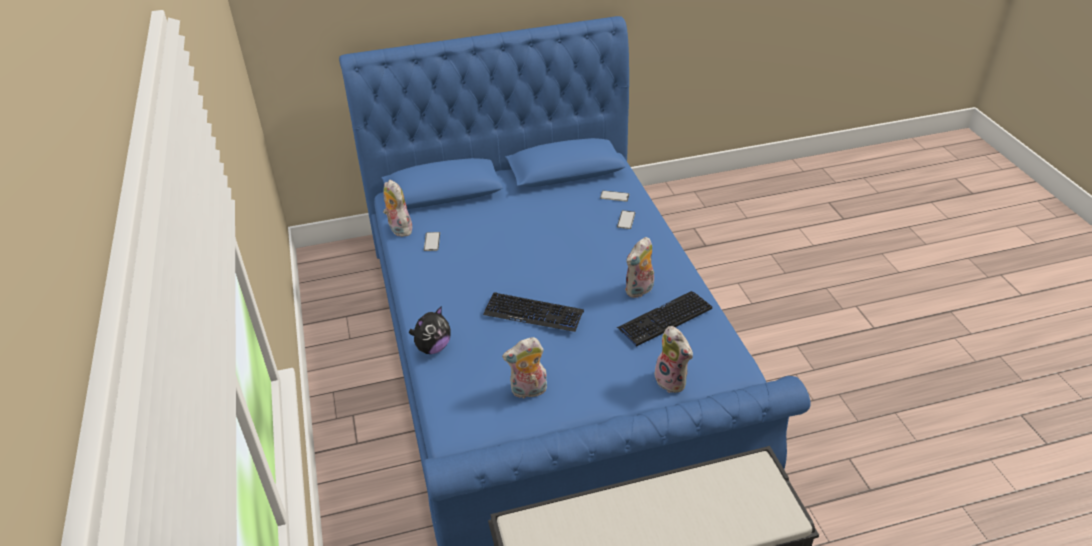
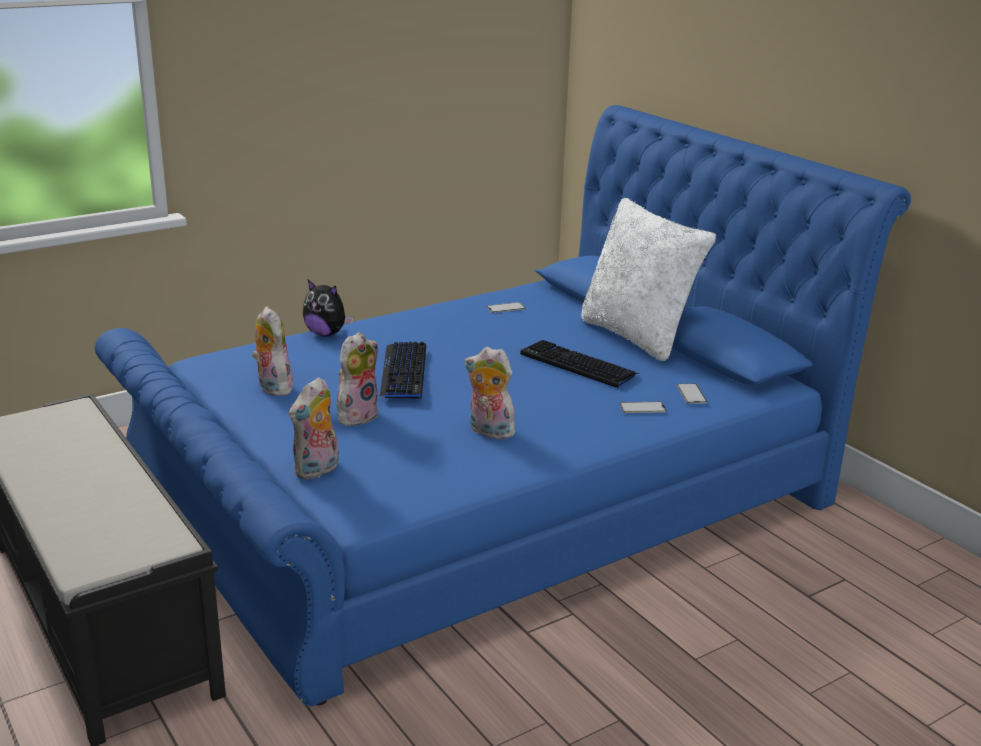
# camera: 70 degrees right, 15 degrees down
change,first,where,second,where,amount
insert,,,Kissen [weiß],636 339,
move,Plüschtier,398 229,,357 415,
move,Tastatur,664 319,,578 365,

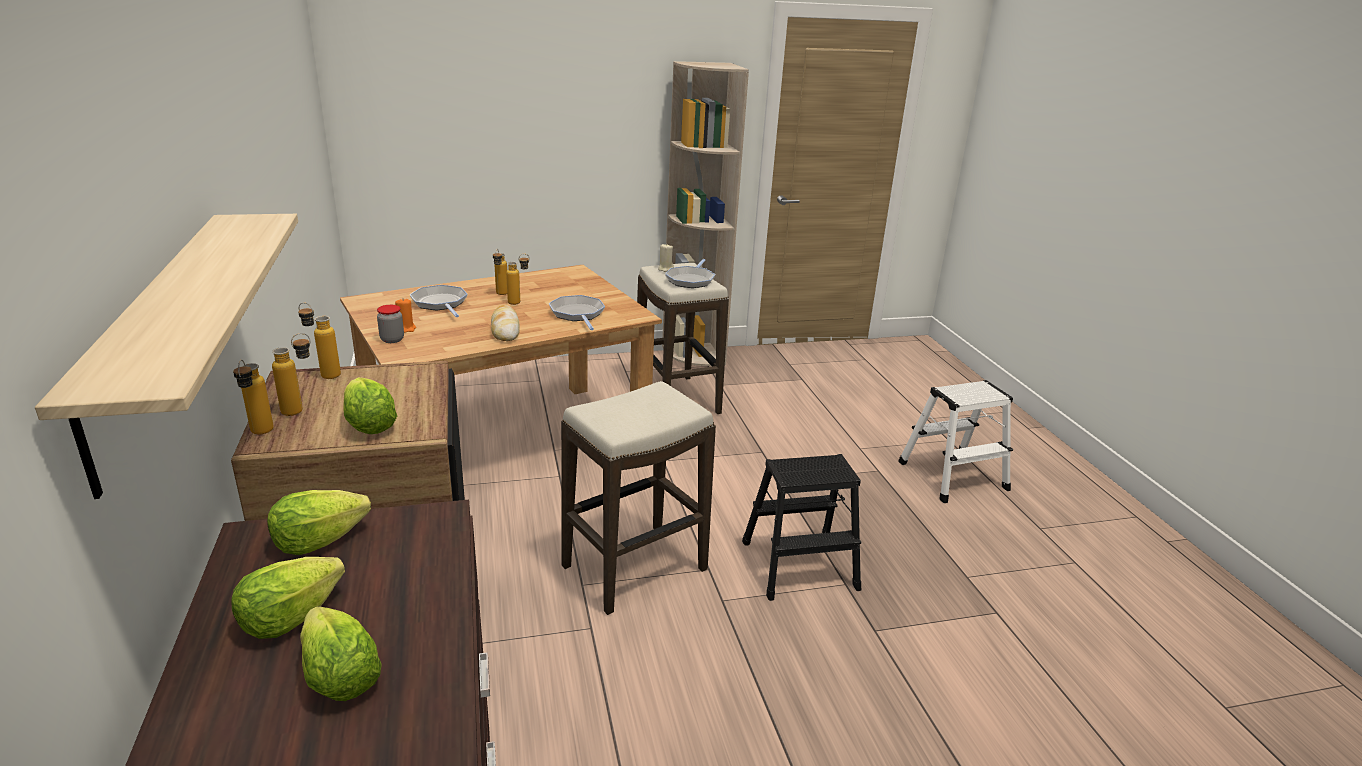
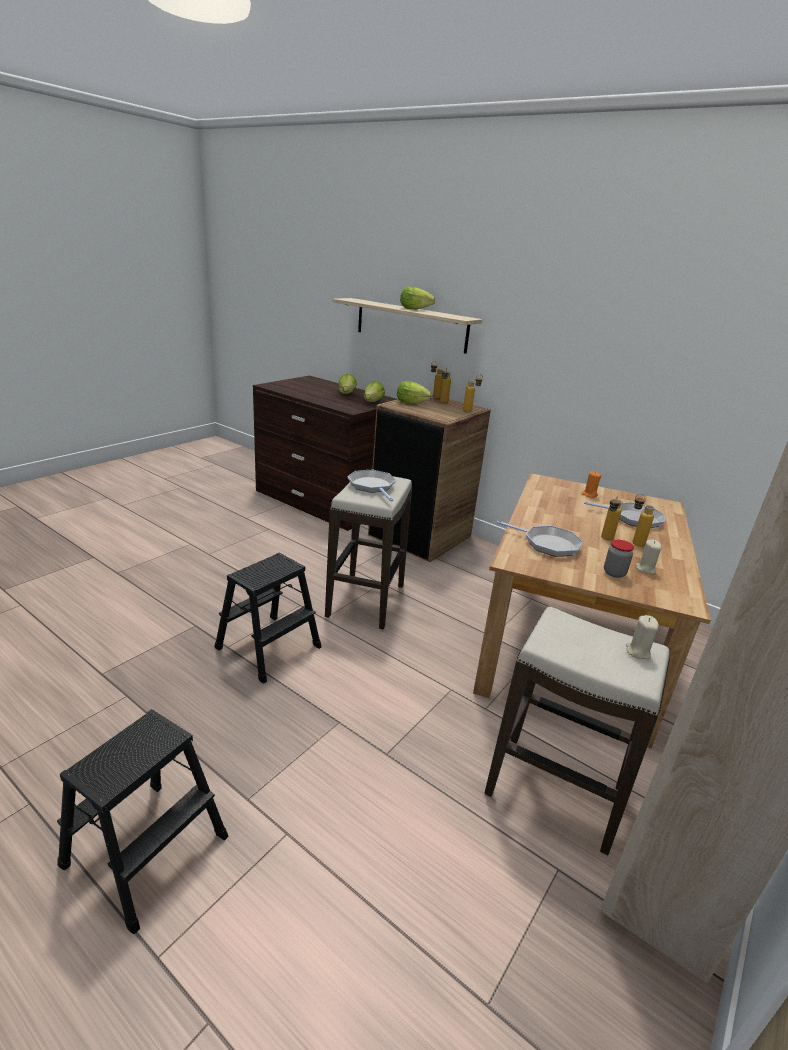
# camera: 140 degrees right, 0 degrees up
change,first,where,second,where,amount
delete,Brot,505 329,,,
insert,,,Kerze [beige],645 569,
move,Salatkopf,340 677,,414 309,
move,Vorratsglas,392 339,,614 573,
move,Pfanne,691 280,,372 486,
recolor,Trittleiter [weiß],952 475,Trittleiter [schwarz],146 849,

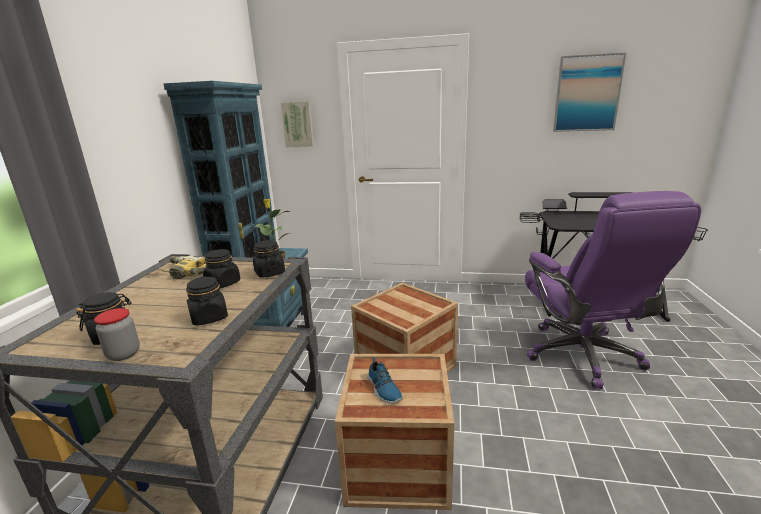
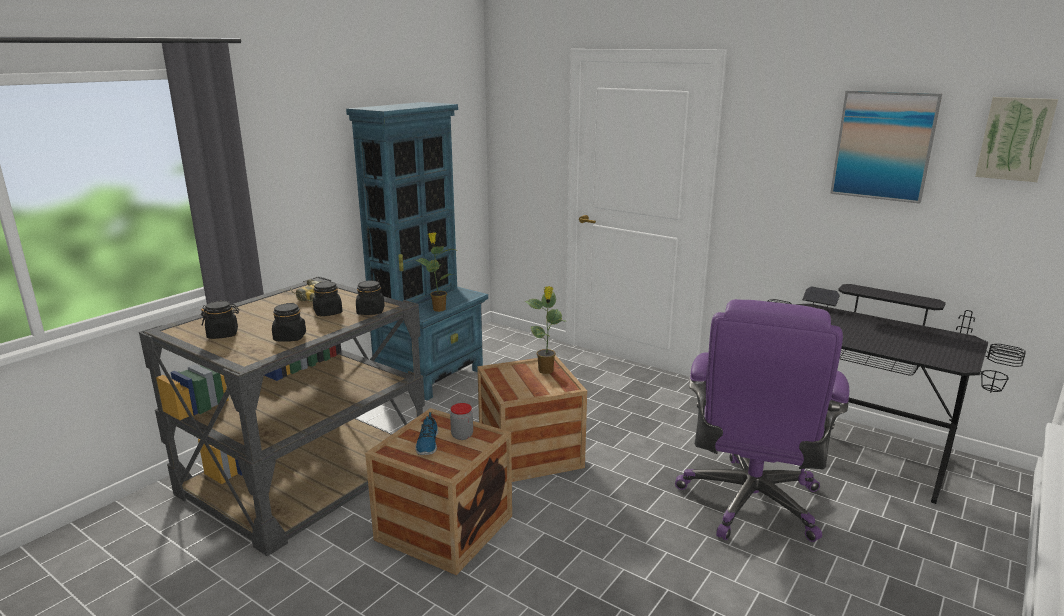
# camera: 25 degrees right, 0 degrees up
change,first,where,second,where,amount
insert,,,Topfpflanze,546 371,
move,Vorratsglas,123 354,,462 435,
move,Bild,298 124,,1015 139,

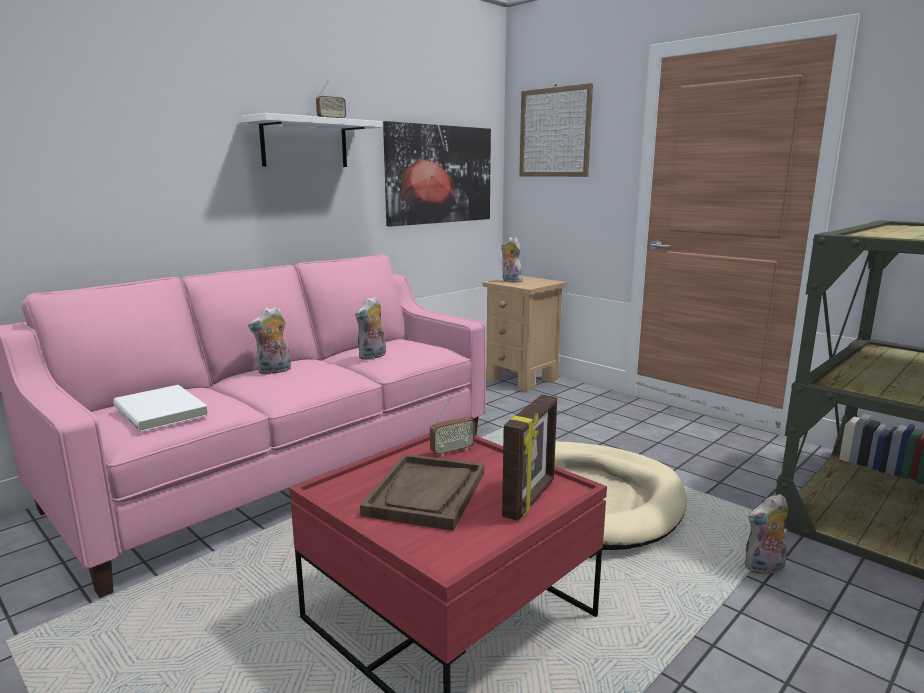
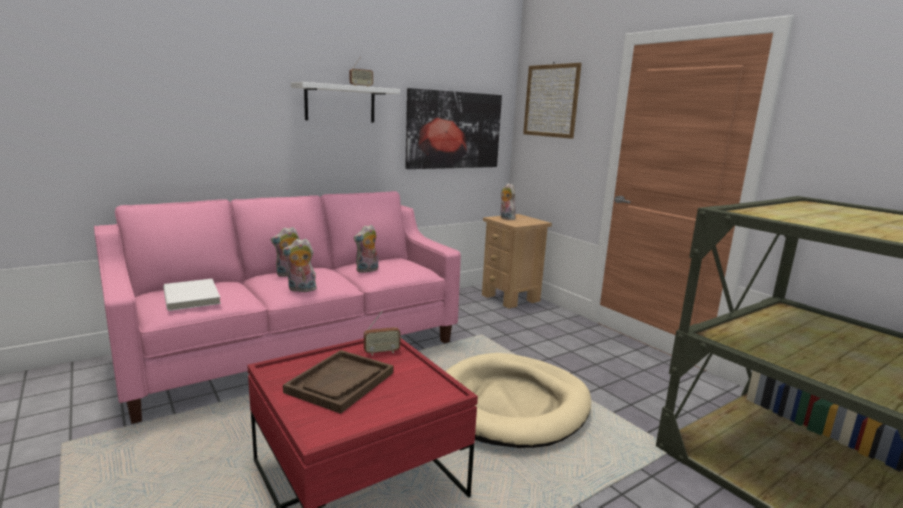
# camera: 10 degrees right, 0 degrees up
change,first,where,second,where,amount
delete,Bilderrahmen,530 499,,,
move,Plüschtier,764 569,,301 290,

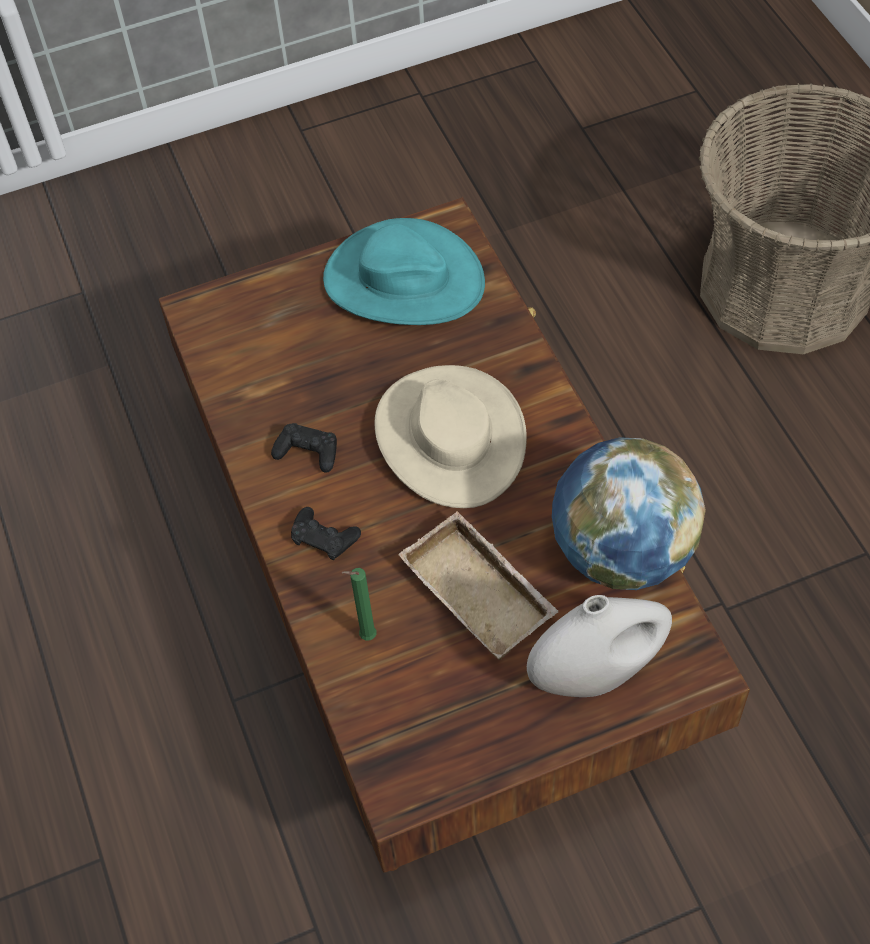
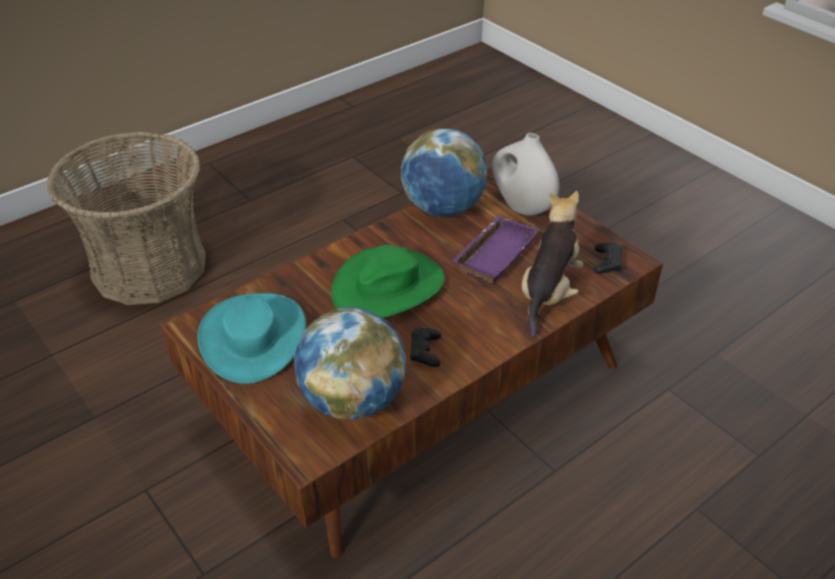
# camera: 110 degrees left, 15 degrees down
change,first,where,second,where,amount
insert,,,Globus,352 400,
move,Gamepad [schwarz],324 538,,607 262,
replace,Kerze [grün],365 637,Plüschtier,548 293,
recolor,Hut [beige],450 436,Hut [grün],388 286,
recolor,Tablett [beige],482 591,Tablett [lila],494 253,

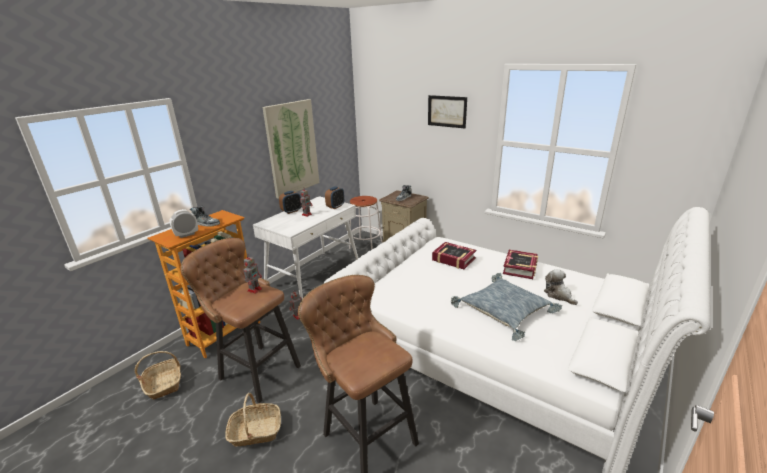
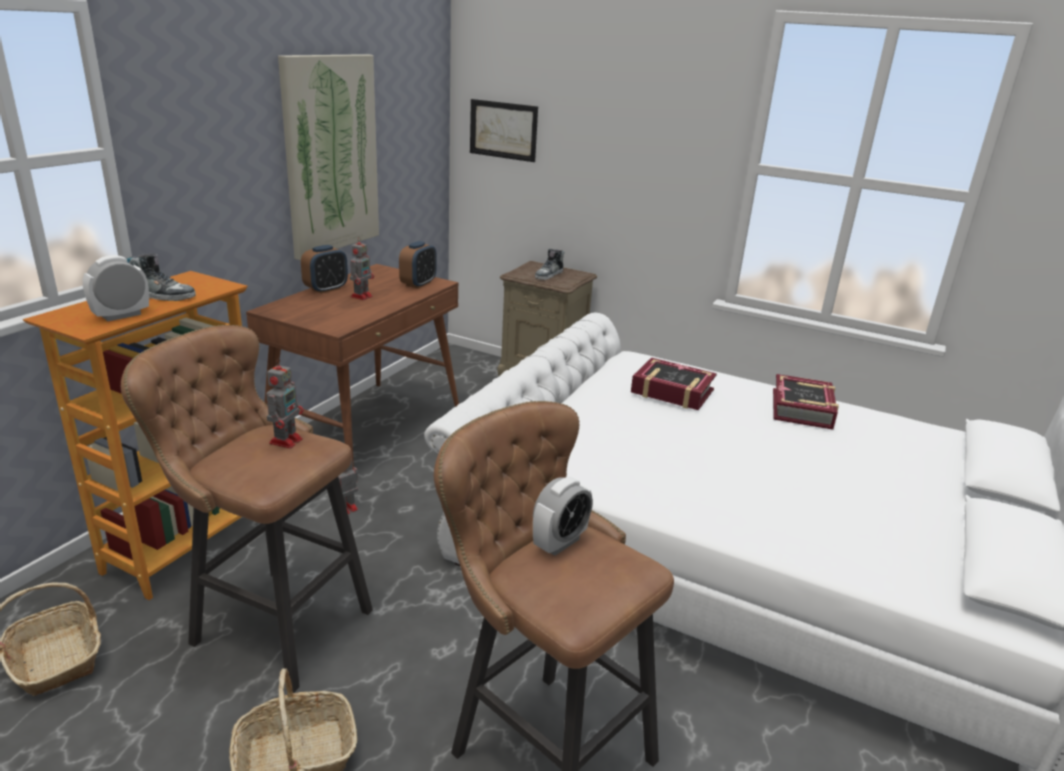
# camera: 10 degrees left, 0 degrees up
change,first,where,second,where,amount
delete,Hocker [weiß],365 244,,,
delete,Kissen,504 308,,,
delete,Plüschtier,558 295,,,
insert,,,Wecker,560 543,
move,Bild,447 111,,503 130,
recolor,Schreibtisch [weiß],314 276,Schreibtisch [braun],366 429,

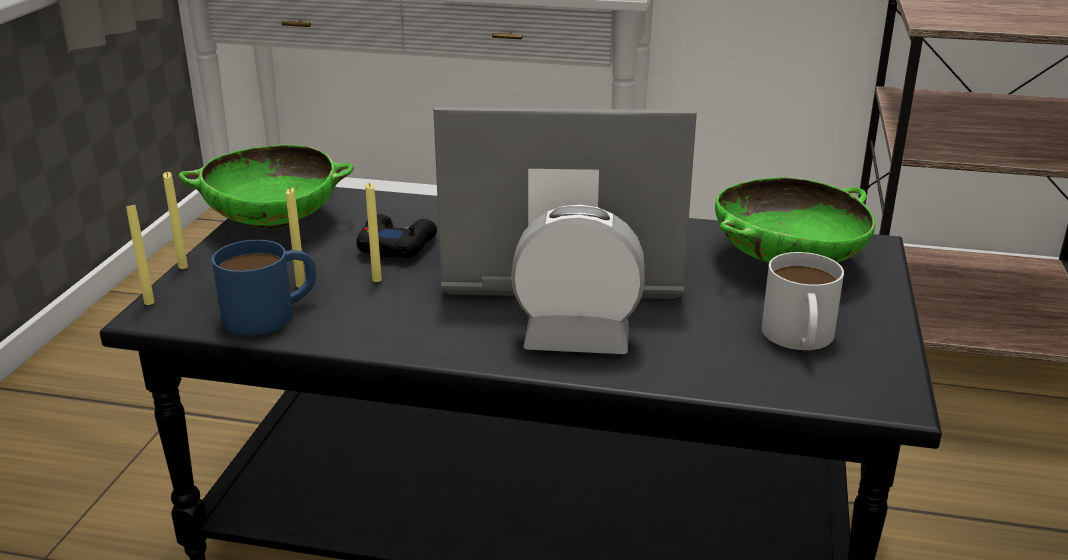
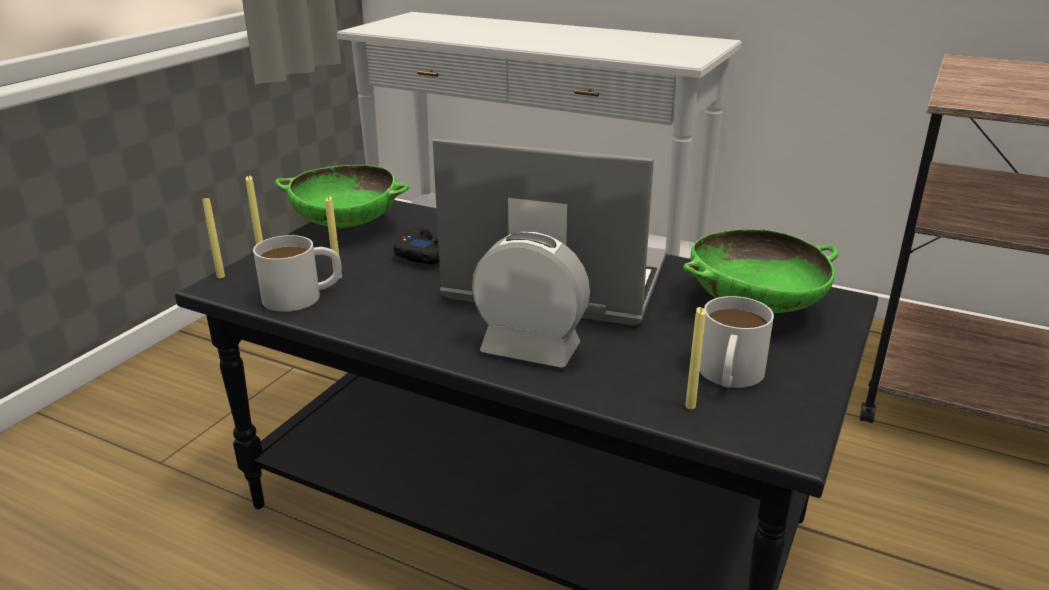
# camera: 15 degrees right, 0 degrees up
change,first,where,second,where,amount
move,Kerze [gelb],377 280,,690 406,
recolor,Henkelbecher [blau],272 313,Henkelbecher [weiß],303 296,

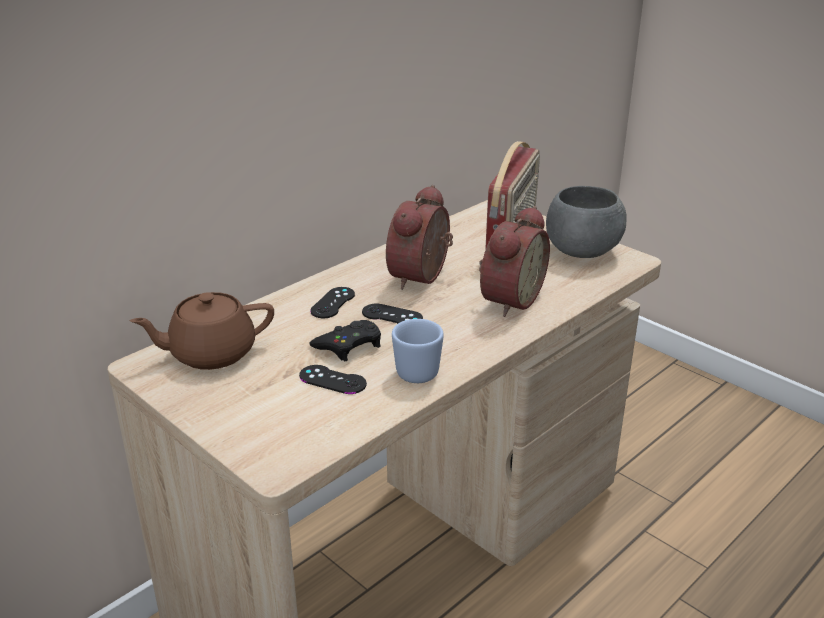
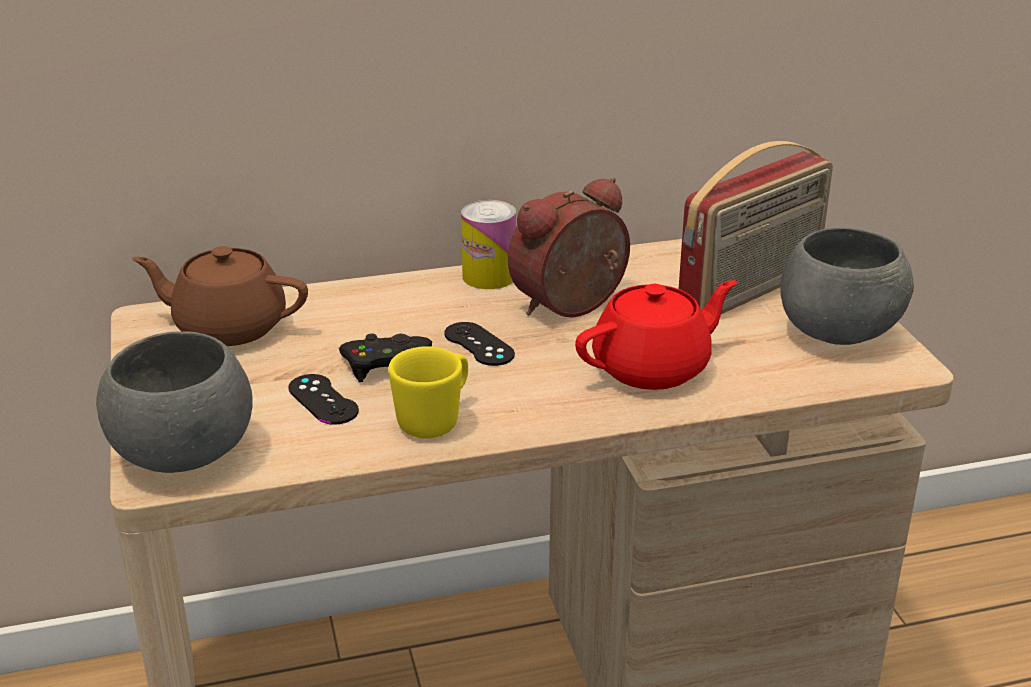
# camera: 30 degrees right, 0 degrees up
change,first,where,second,where,amount
delete,Gamepad [schwarz],333 303,,,
insert,,,Schüssel [grau],182 454,
insert,,,Dose,489 276,
replace,Wecker,508 299,Teekanne [rot],653 368,
recolor,Henkelbecher [blau],418 369,Henkelbecher [gelb],435 420,

